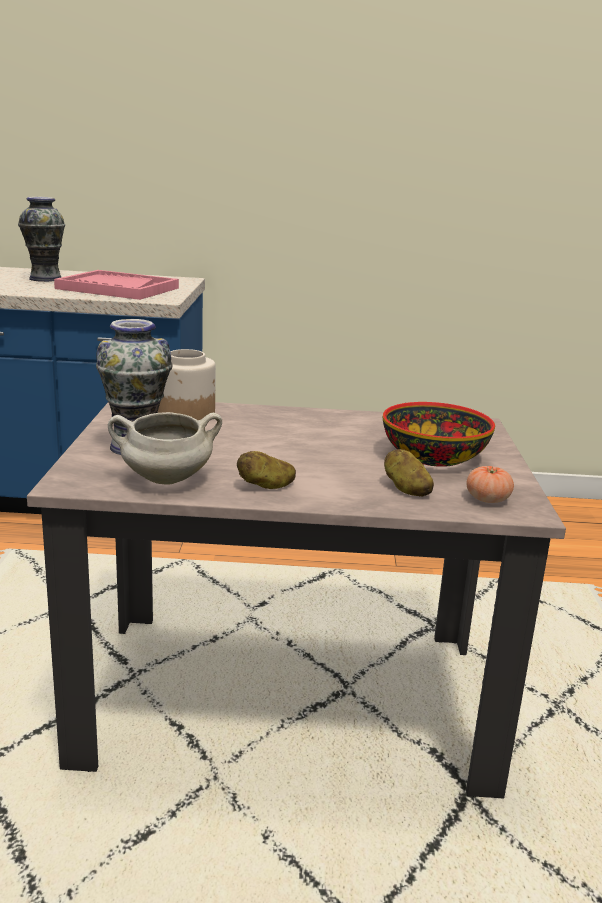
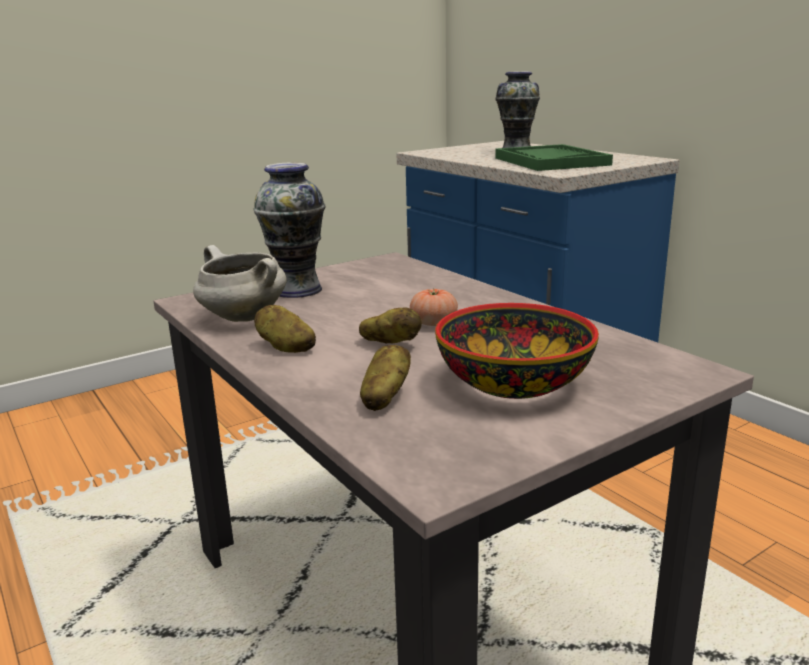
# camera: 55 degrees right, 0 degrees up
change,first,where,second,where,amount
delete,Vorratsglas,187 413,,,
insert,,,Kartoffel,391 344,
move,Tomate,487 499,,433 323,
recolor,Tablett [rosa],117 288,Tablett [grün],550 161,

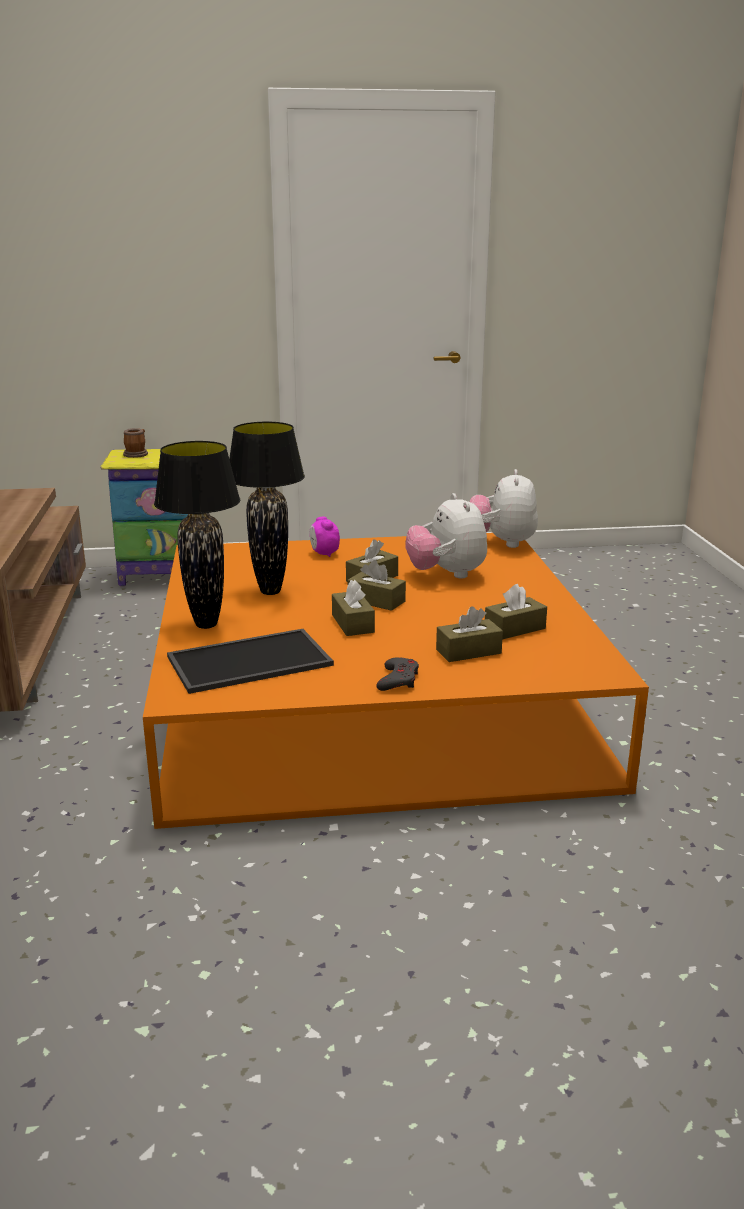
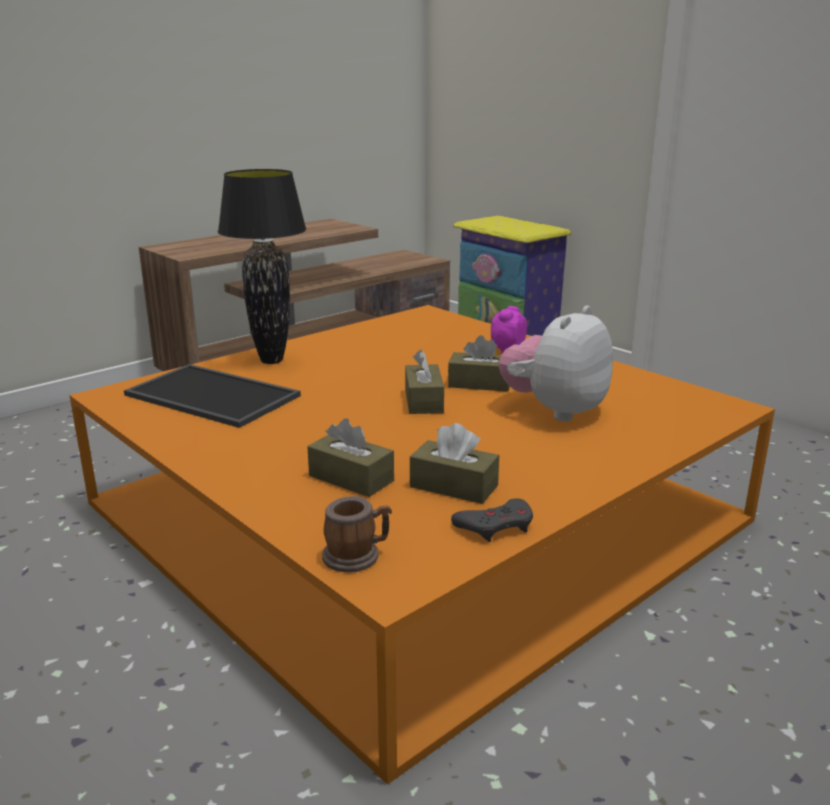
# camera: 55 degrees right, 0 degrees up
change,first,where,second,where,amount
delete,Tischlampe [schwarz],271 591,,,
delete,Taschentuchbox [braun],353 623,,,
delete,Plüschtier,501 543,,,
move,Henkelbecher,137 454,,357 556,
move,Gamepad [grau],398 679,,496 526,

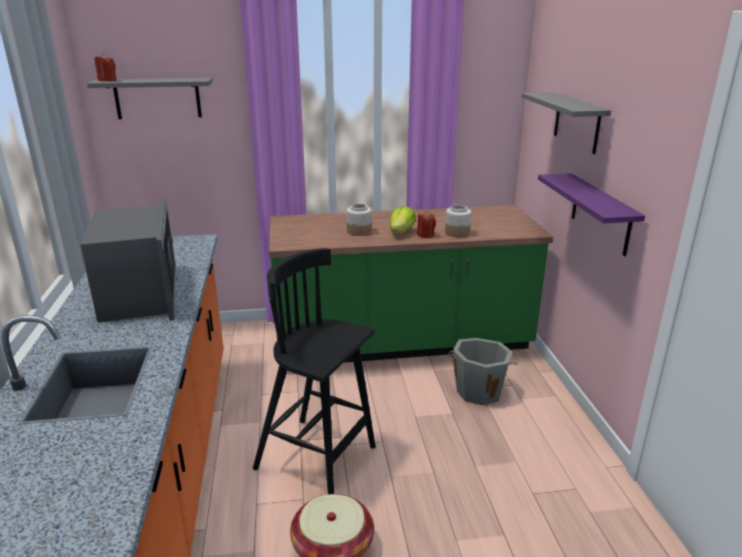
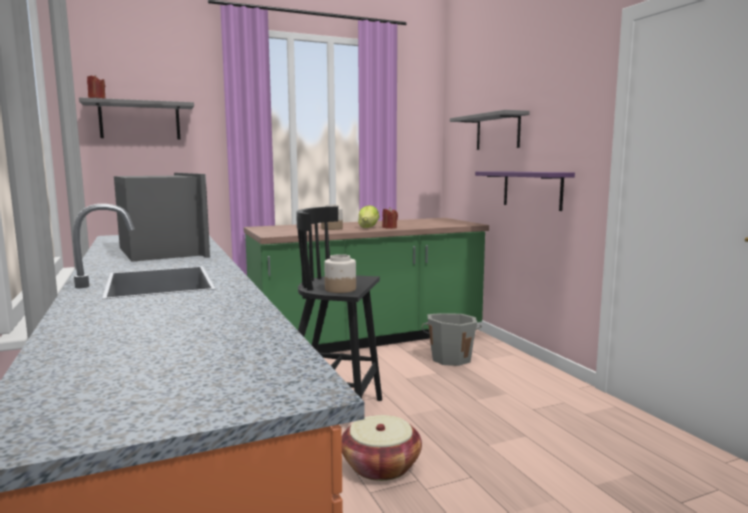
# camera: 15 degrees left, 15 degrees down
change,first,where,second,where,amount
move,Vorratsglas,457 233,,340 289,

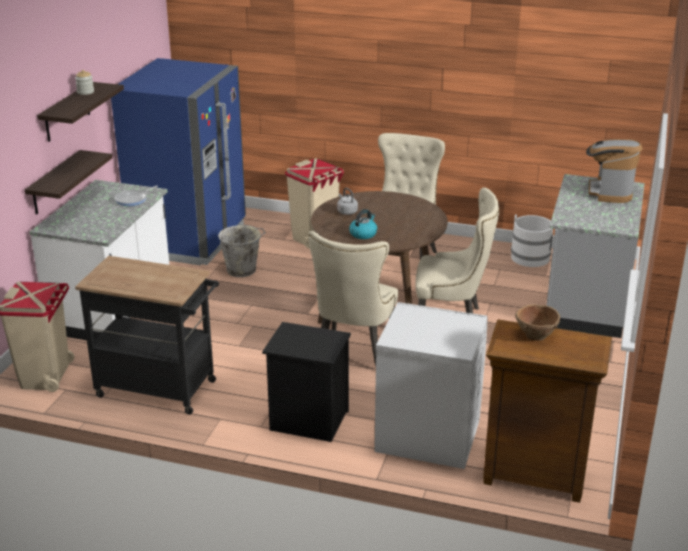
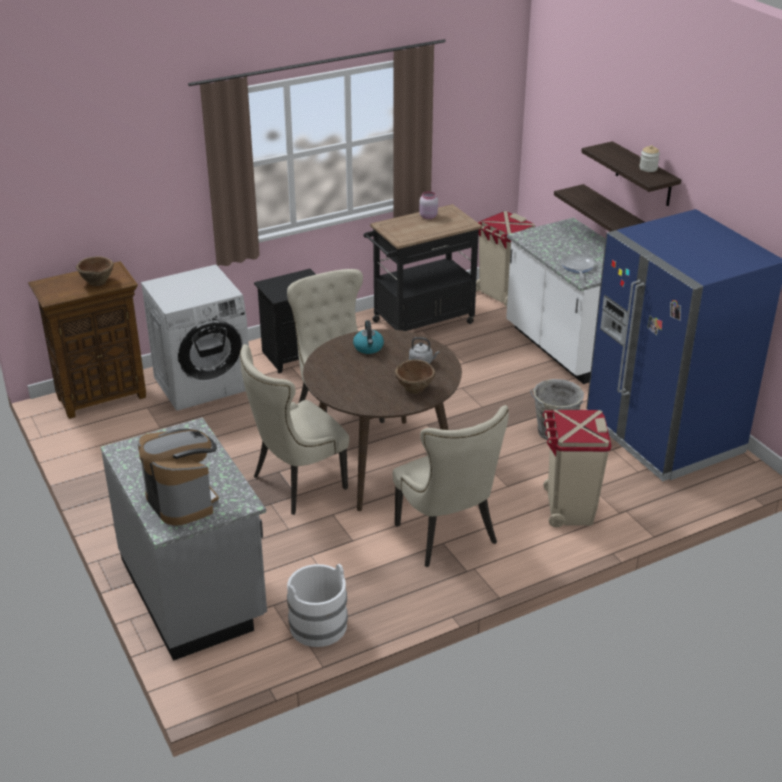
# camera: 135 degrees right, 5 degrees up
change,first,where,second,where,amount
insert,,,Schüssel [braun],415 389,
insert,,,Vorratsglas [rosa],428 216,

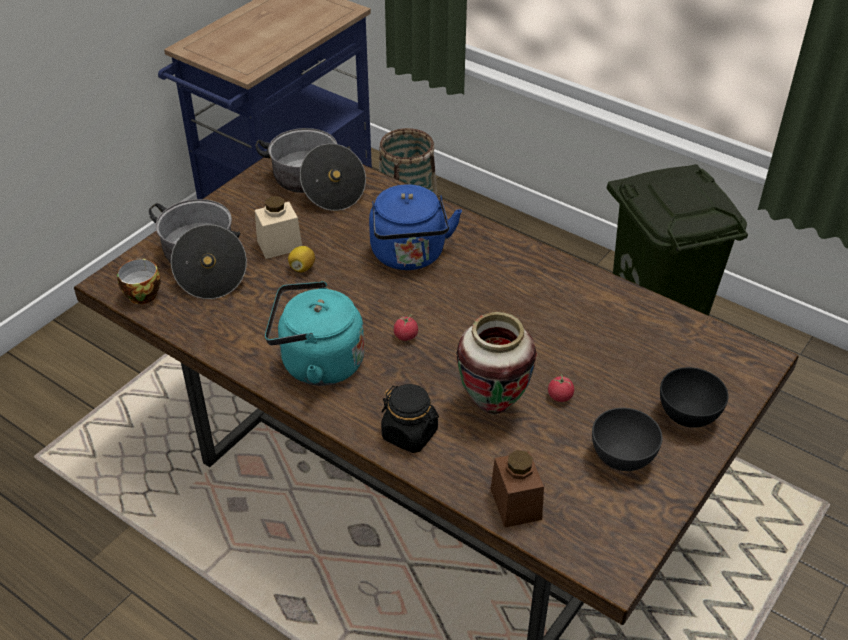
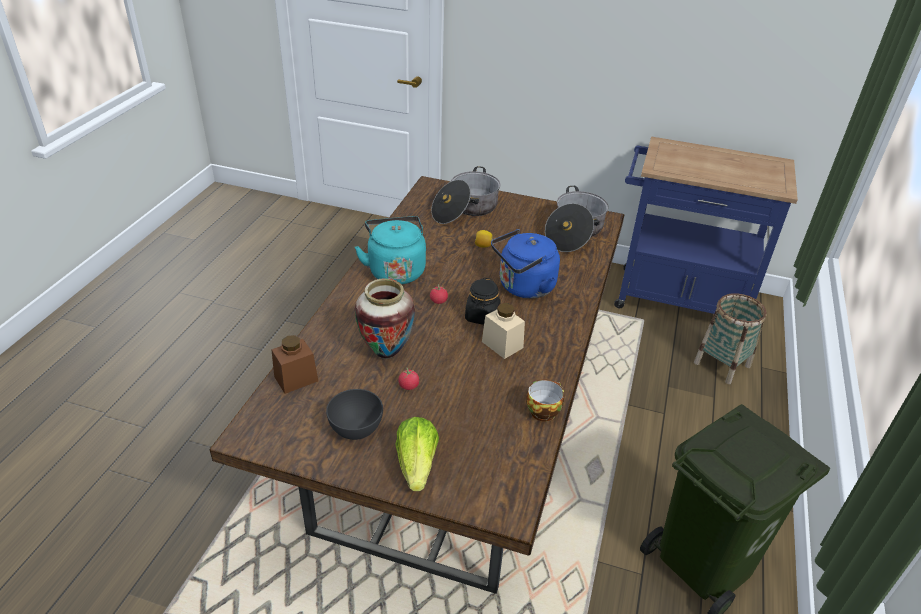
# camera: 70 degrees right, 5 degrees down
change,first,where,second,where,amount
move,Tasse,141 294,,543 410,
move,Vorratsglas [beige],279 245,,502 344,
move,Vorratsglas [schwarz],410 434,,482 316,
replace,Schüssel [schwarz],687 414,Salatkopf,417 465,

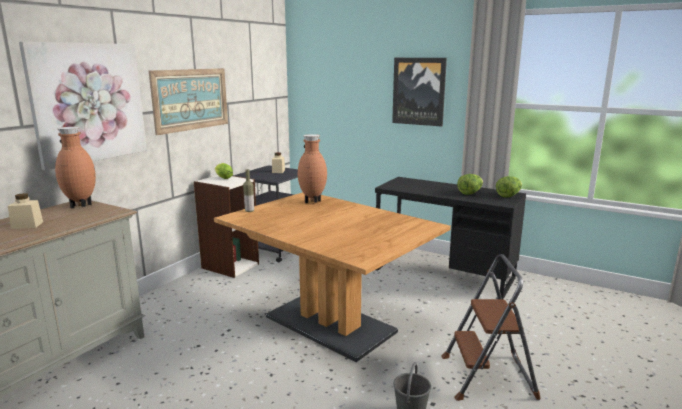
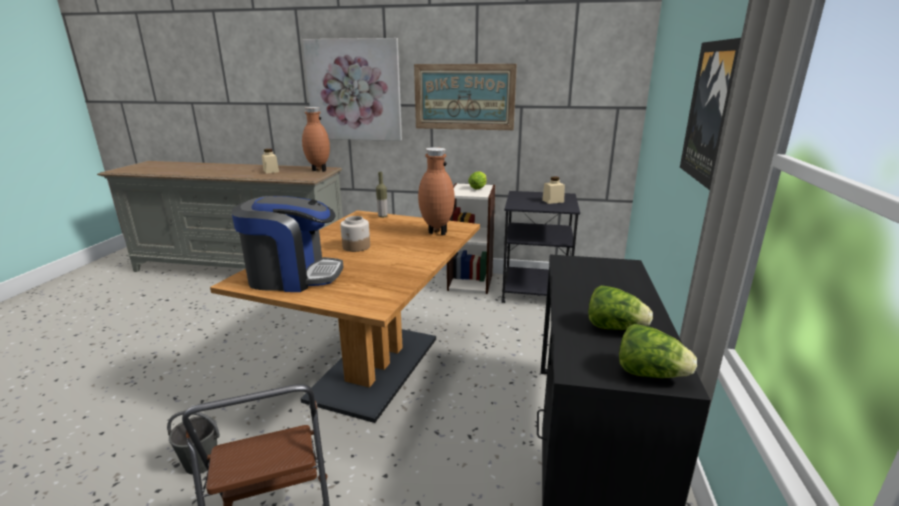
# camera: 70 degrees right, 5 degrees up
change,first,where,second,where,amount
insert,,,Kaffeemaschine,293 276,
insert,,,Vorratsglas,356 247,

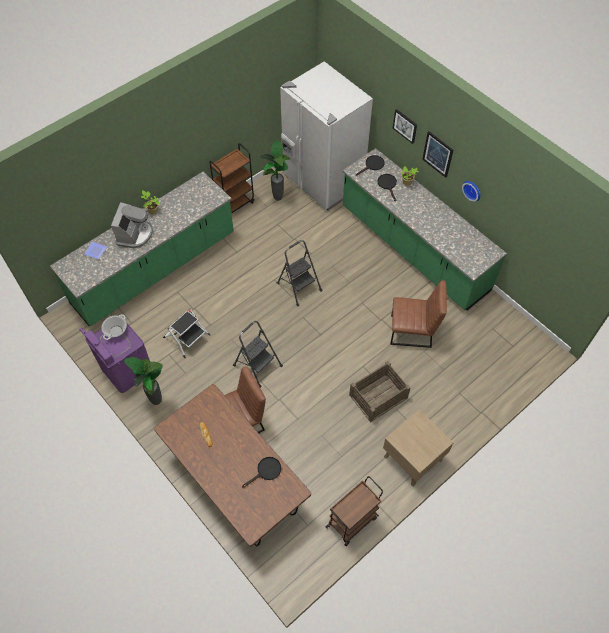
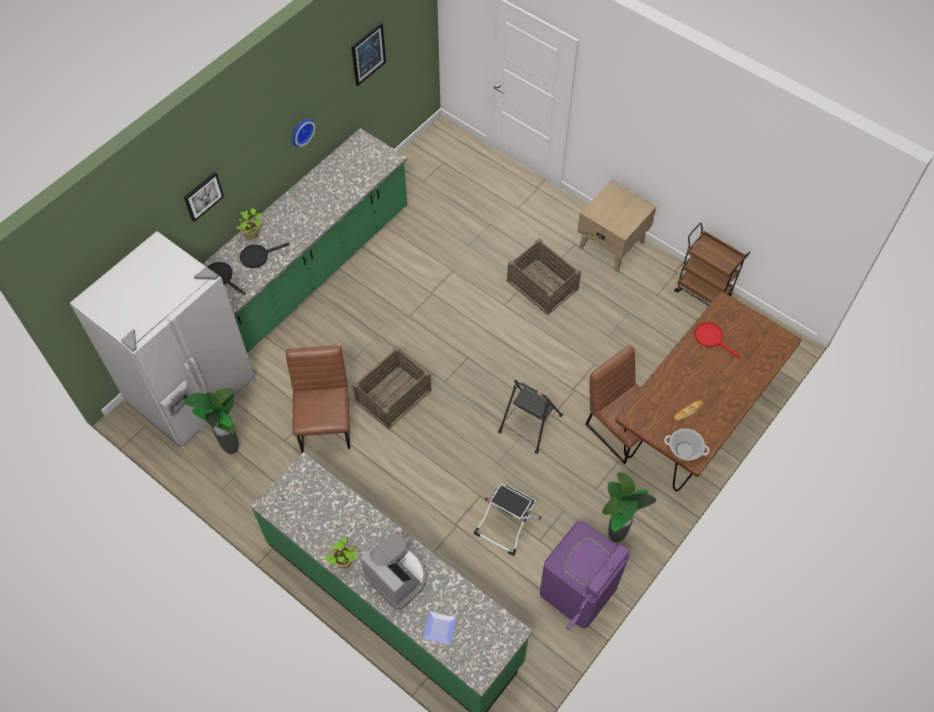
# camera: 100 degrees left, 0 degrees up
change,first,where,second,where,amount
delete,Rollwagen [braun],235 205,,,
move,Kochtopf,116 331,,684 450,
move,Stuhl [braun],412 331,,326 423,
move,Bild,438 154,,368 54,
replace,Trittleiter [schwarz],298 285,Kiste,393 395,
recolor,Pfanne [schwarz],266 471,Pfanne [rot],712 338,
rotate,Kaffeemaschine,135 234,,397 576,45 degrees clockwise

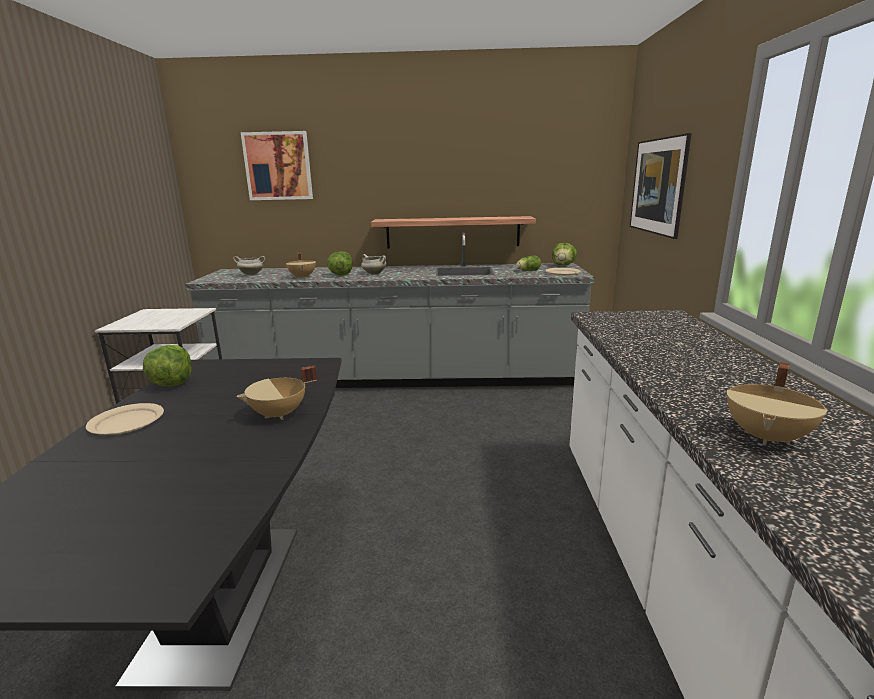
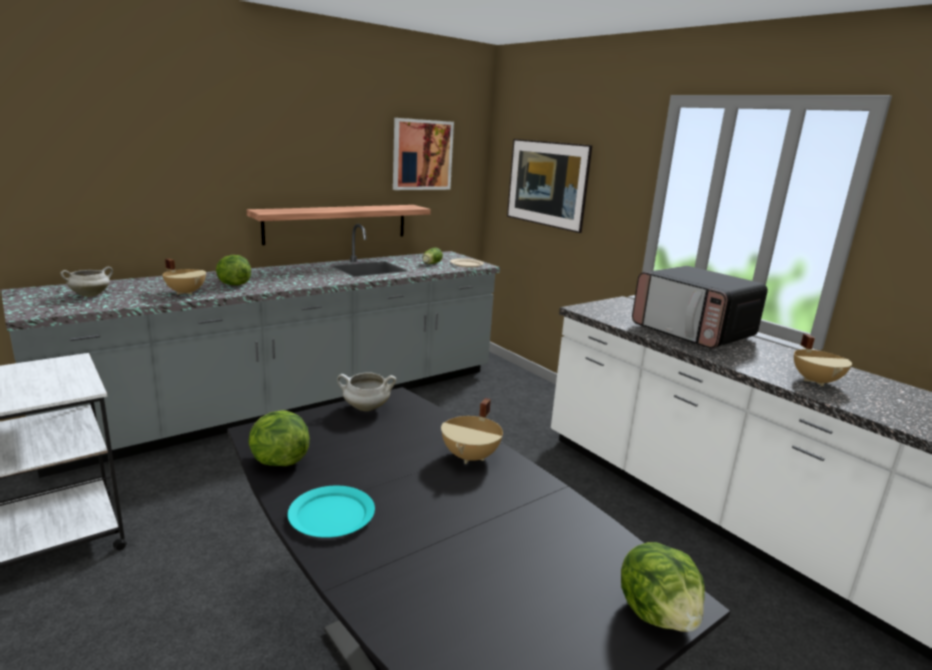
# camera: 40 degrees left, 0 degrees up
change,first,where,second,where,amount
insert,,,Mikrowelle,693 332,
move,Bild,278 166,,422 155,
move,Kochtopf [weiß],374 274,,365 408,
move,Salatkopf,563 265,,658 614,
recolor,Teller [beige],126 422,Teller [türkis],331 515,

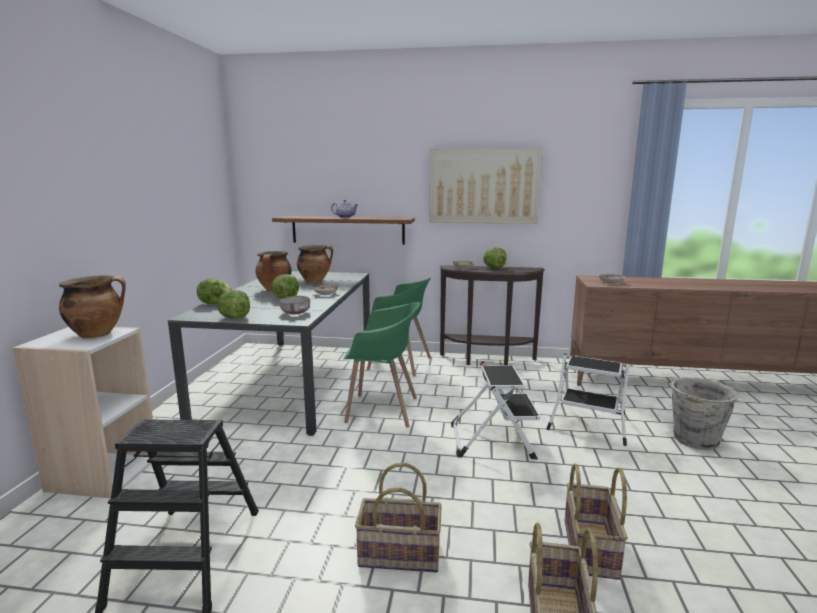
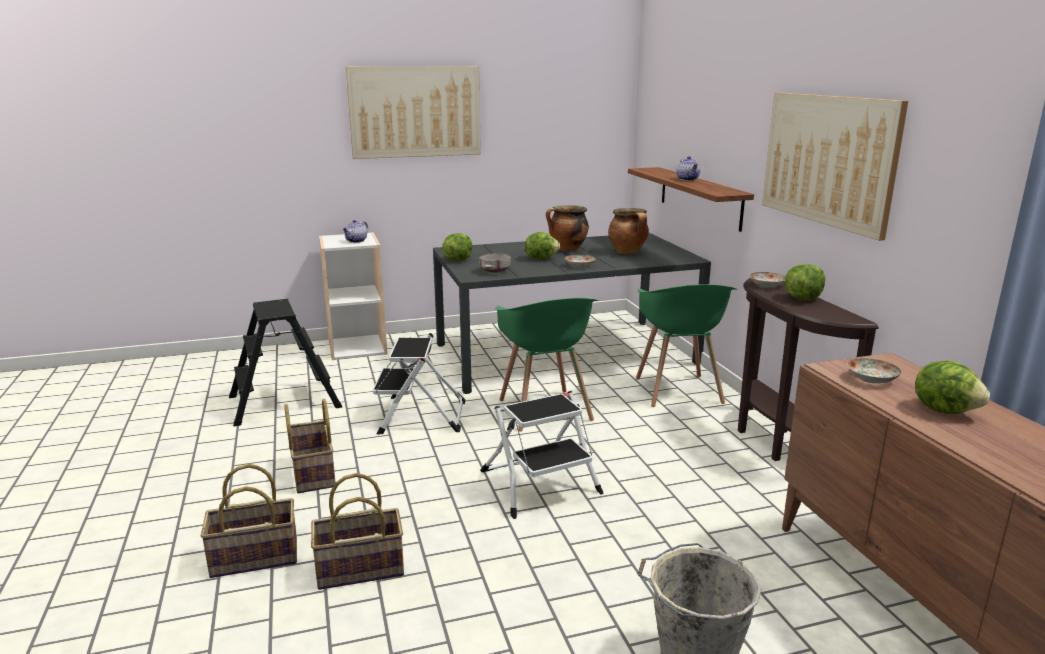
# camera: 65 degrees right, 5 degrees up
change,first,where,second,where,amount
insert,,,Bild,415 112,
move,Salatkopf,214 303,,945 410,
move,Trittleiter,588 422,,420 415,
replace,Kochtopf,98 334,Teekanne,356 241,

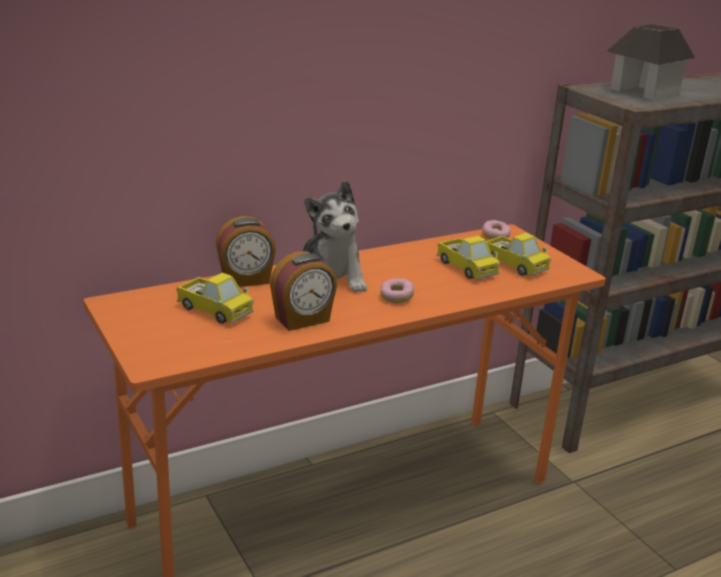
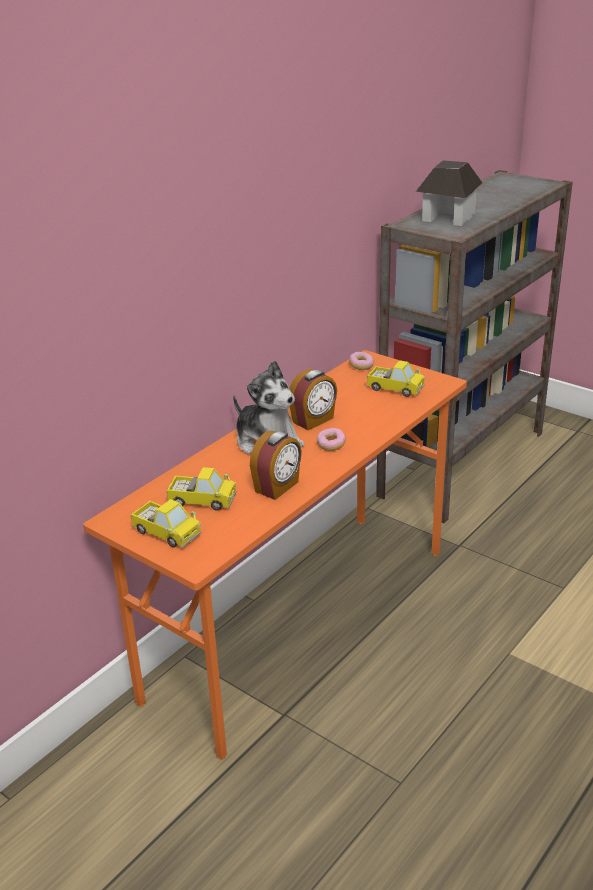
# camera: 20 degrees left, 5 degrees up
change,first,where,second,where,amount
move,Wecker,246 280,,313 420,
move,Spielzeuglaster,466 268,,166 533,

